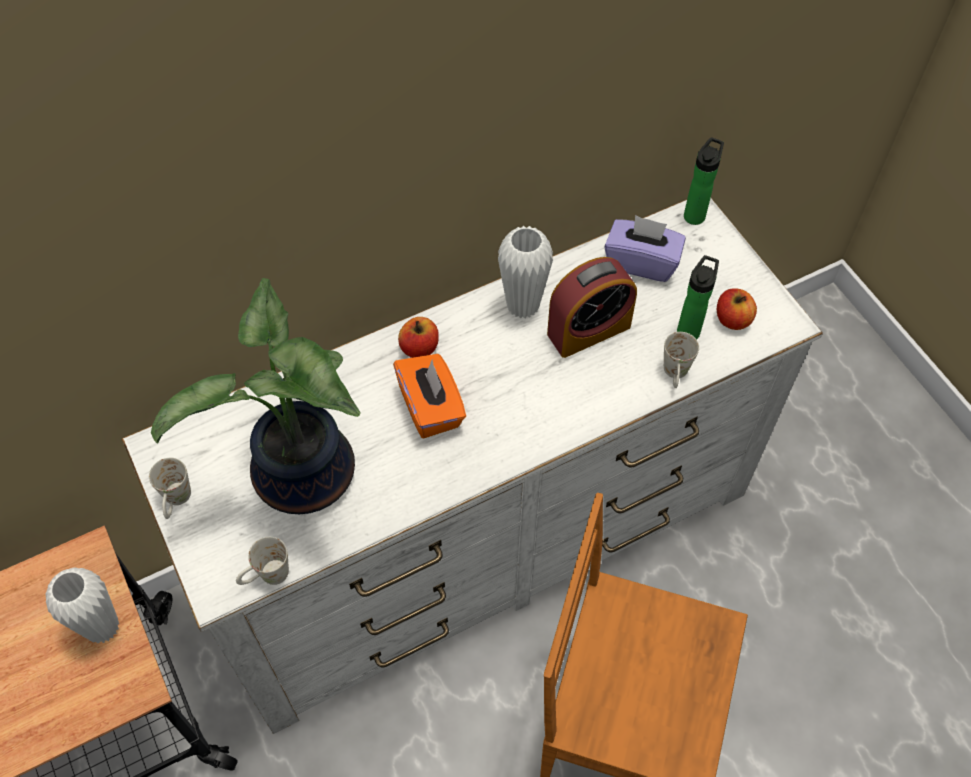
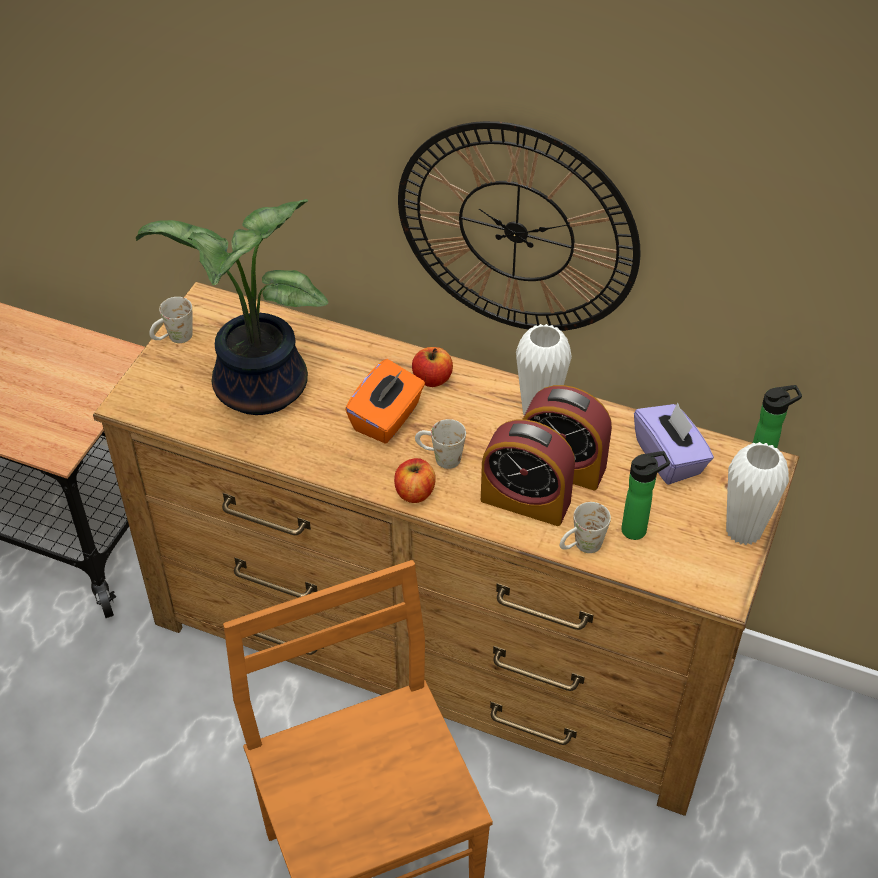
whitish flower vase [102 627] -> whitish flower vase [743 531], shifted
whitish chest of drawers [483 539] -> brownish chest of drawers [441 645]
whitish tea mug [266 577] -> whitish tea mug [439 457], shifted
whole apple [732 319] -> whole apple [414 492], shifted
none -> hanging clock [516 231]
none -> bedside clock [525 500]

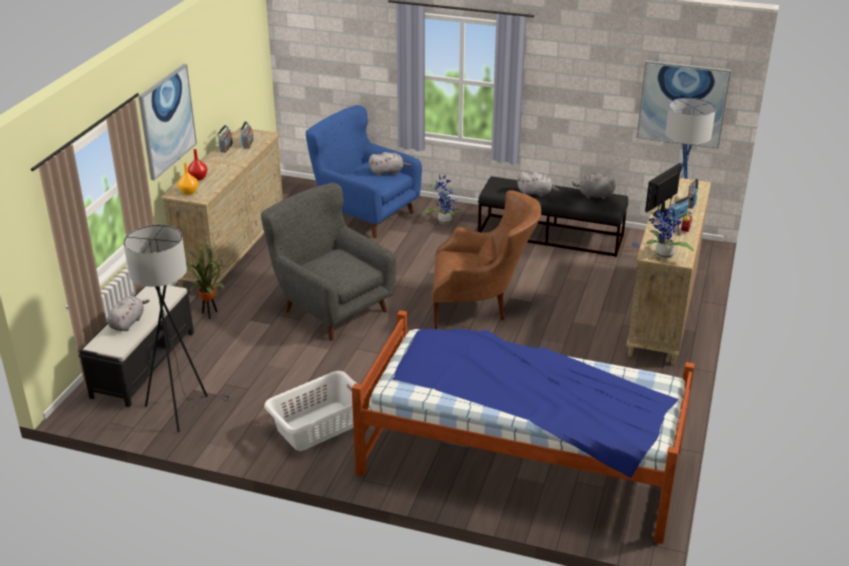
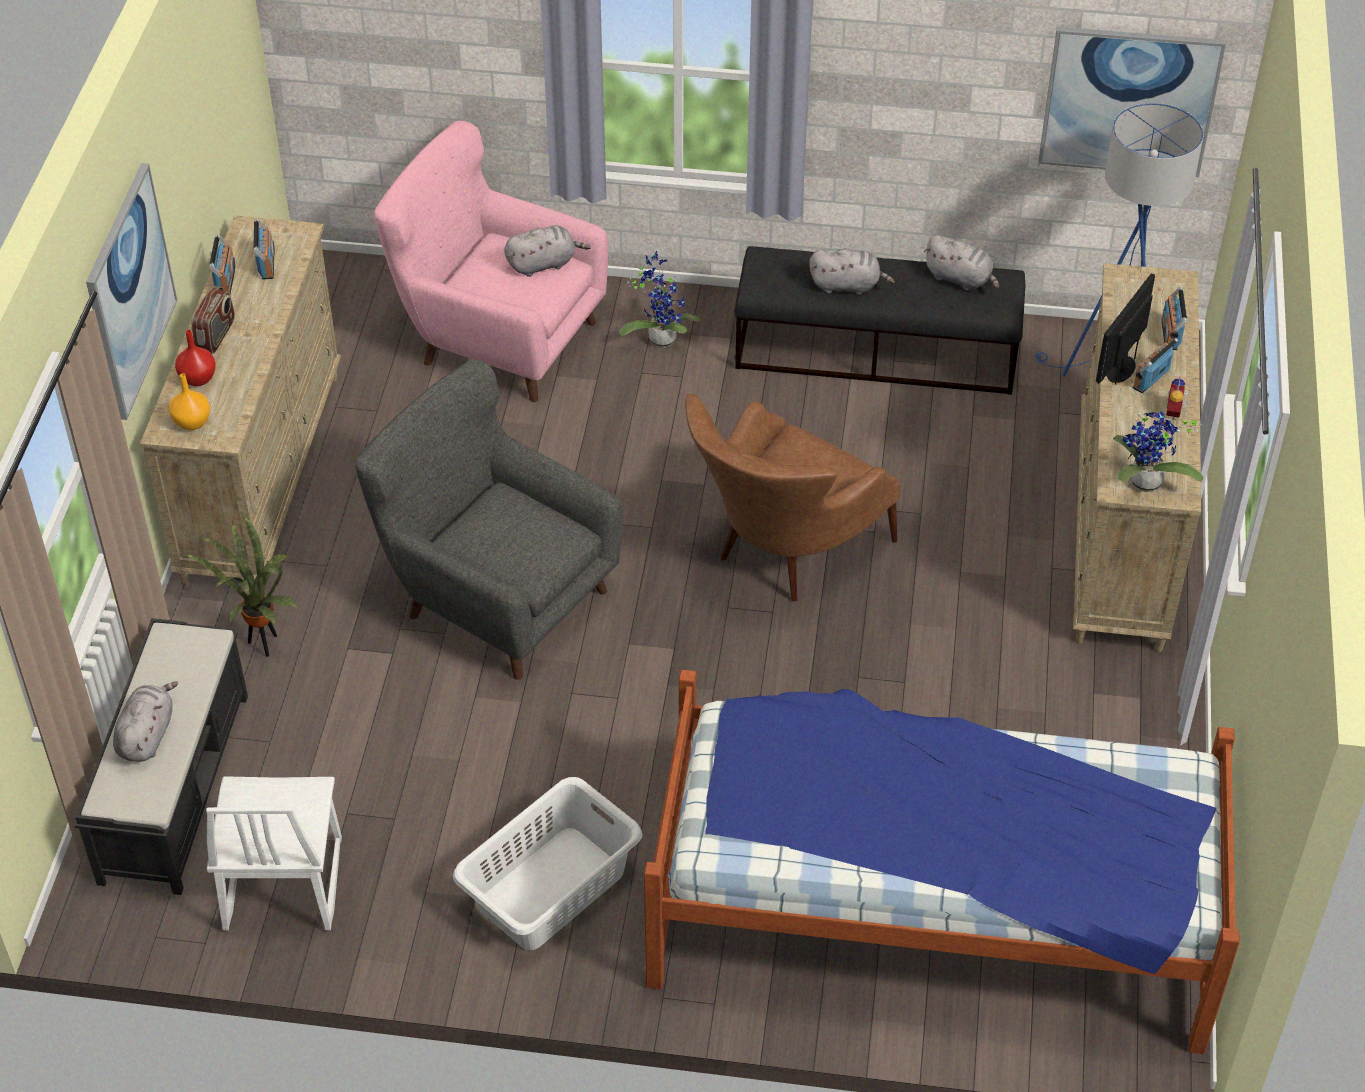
grey floor lamp [181 408] -> whitish chair [281 884]
blue armchair [365 213] -> pink armchair [500 337]
brownish armchair [481 306] -> brownish armchair [782 555], 135 degrees clockwise
grey cuddly toy [594 195] -> grey cuddly toy [960 279], 150 degrees counterclockwise
none -> radio set [216 335]

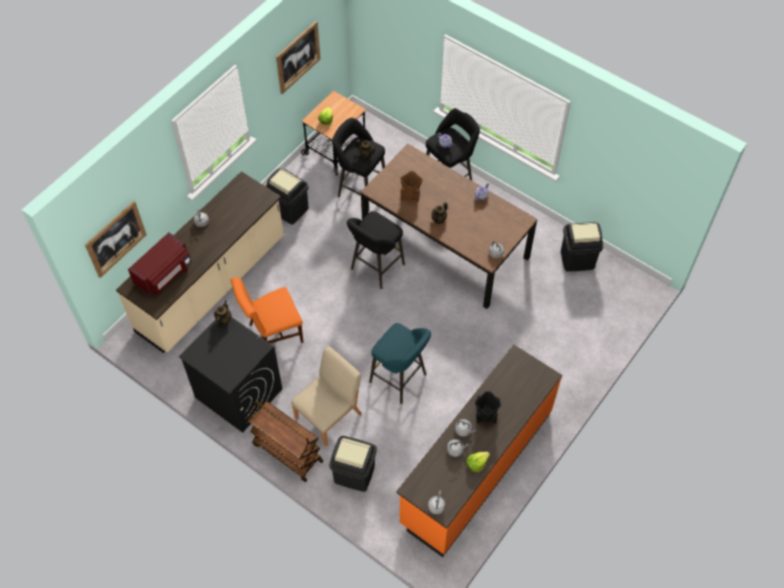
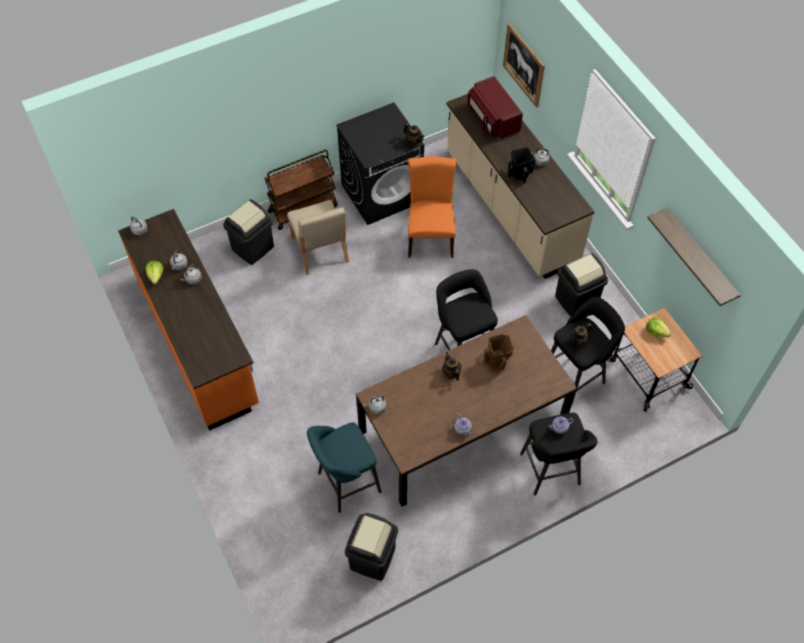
wall art [298 57] -> shelf [699 257]
turquoise-coloured stool seat [400 380] -> turquoise-coloured stool seat [345 484], shifted
blackish flower vase [485 415] -> blackish flower vase [520 174], shifted

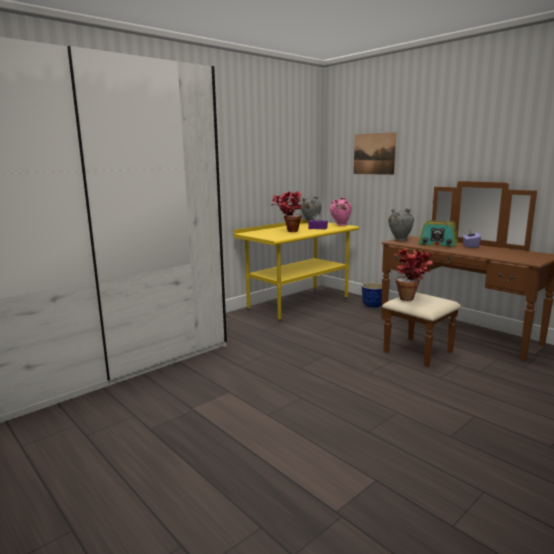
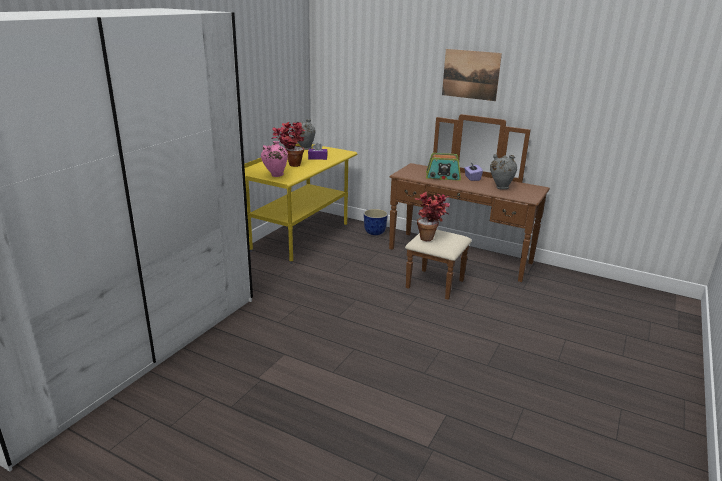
pink flower vase [340 225] -> pink flower vase [275 175], shifted
wall art [374 154] -> wall art [470 74], shifted
grey flower vase [399 240] -> grey flower vase [500 187], shifted

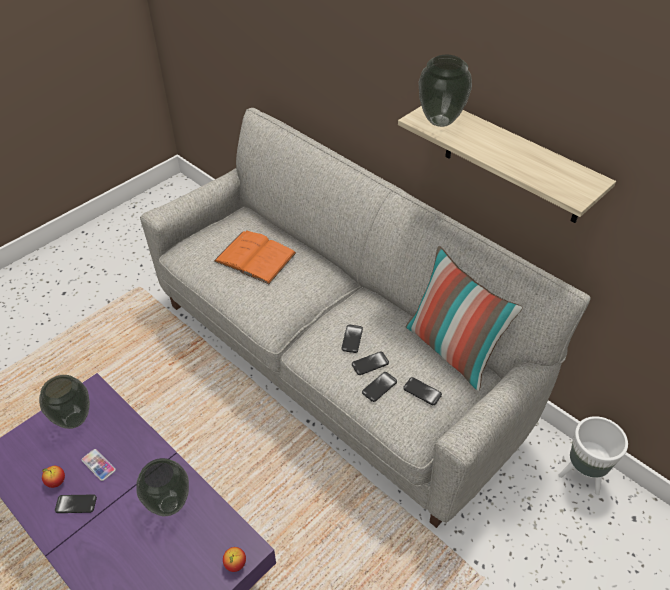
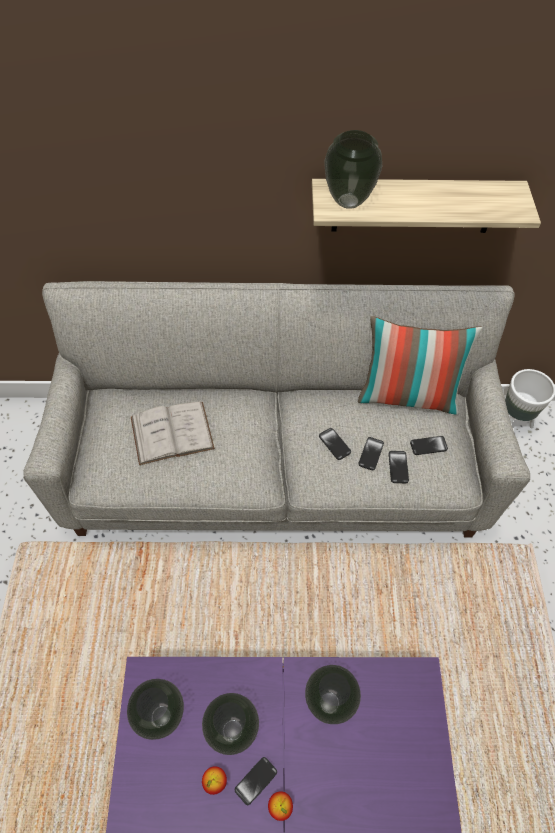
handset [98 465] -> flower vase [233 731]
orange-coloured book [255 257] -> whitish book [172 432]
whole apple [235 564] -> whole apple [280 806], shifted

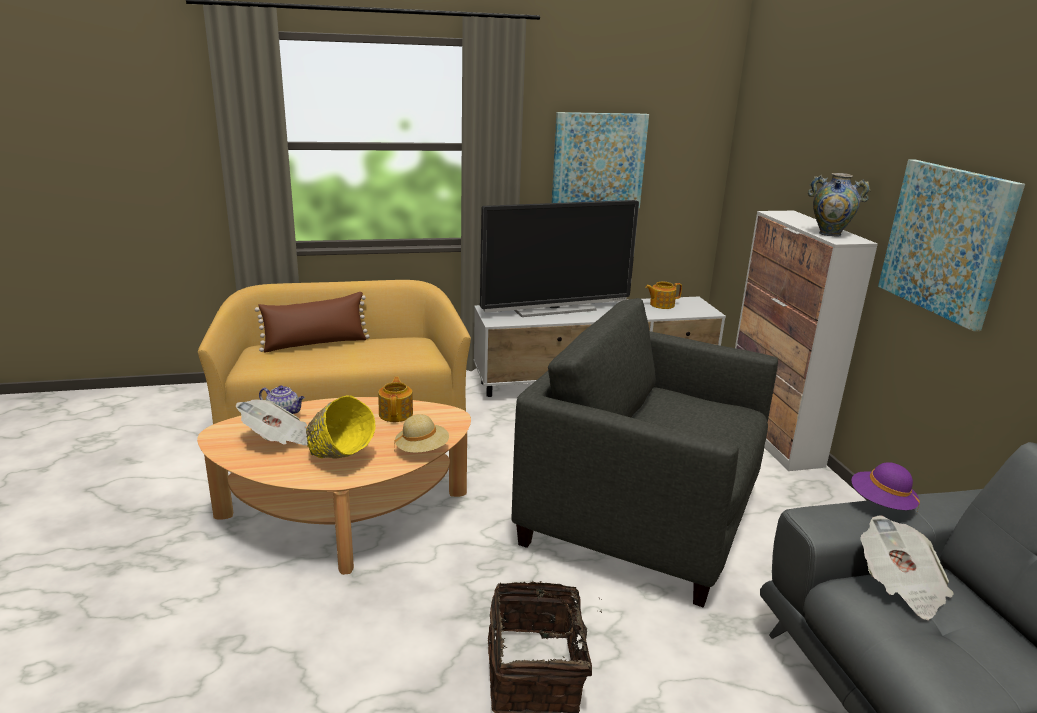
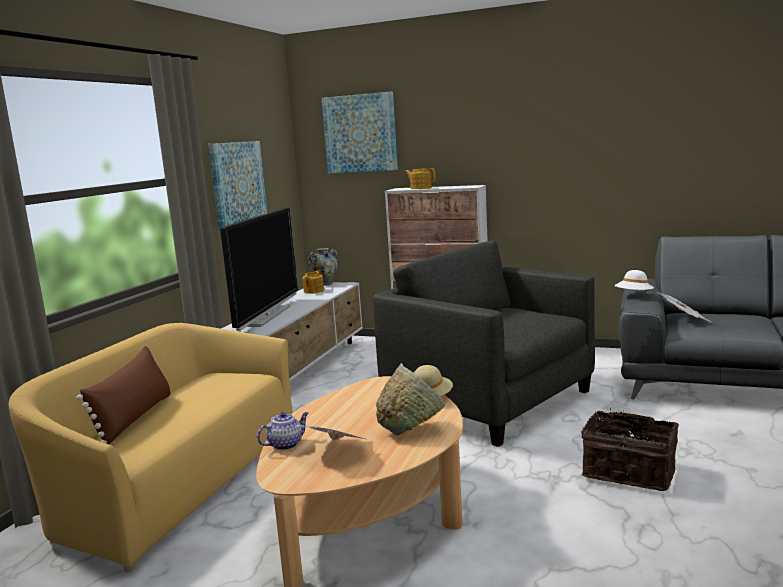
yellow deep dish [341 460] -> greenish deep dish [411 429]
tea pot [396 414] -> tea pot [420 188], shifted
grey armchair [642 516] -> grey armchair [490 400], 75 degrees clockwise
flower vase [830 234] -> flower vase [326 284], shifted
purple clothing hat [881 504] -> whitish clothing hat [634 295]
wall art [946 241] -> wall art [360 133], shifted

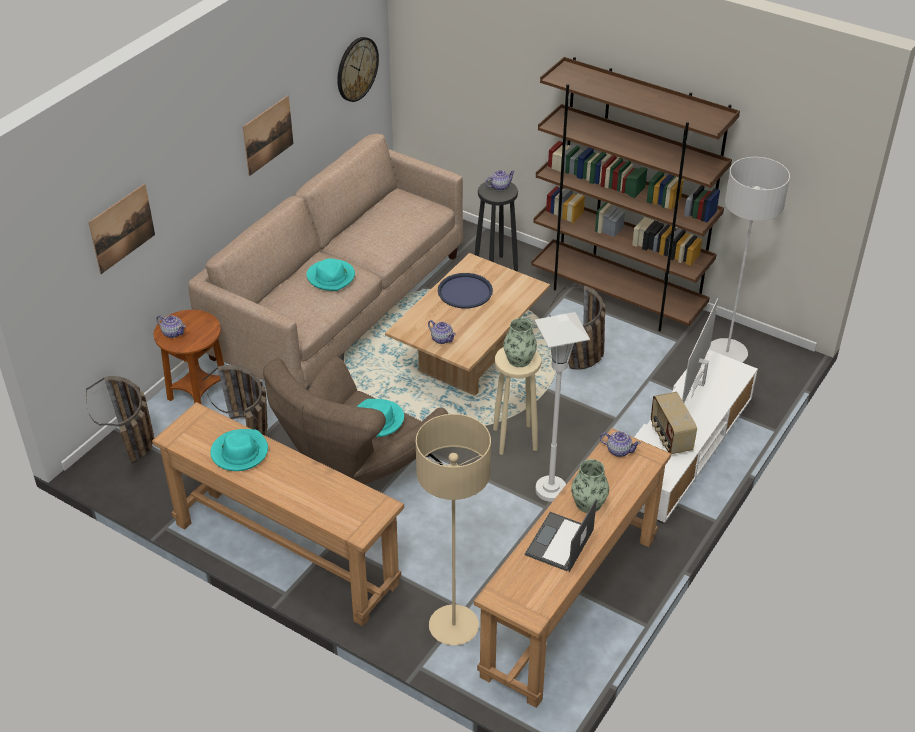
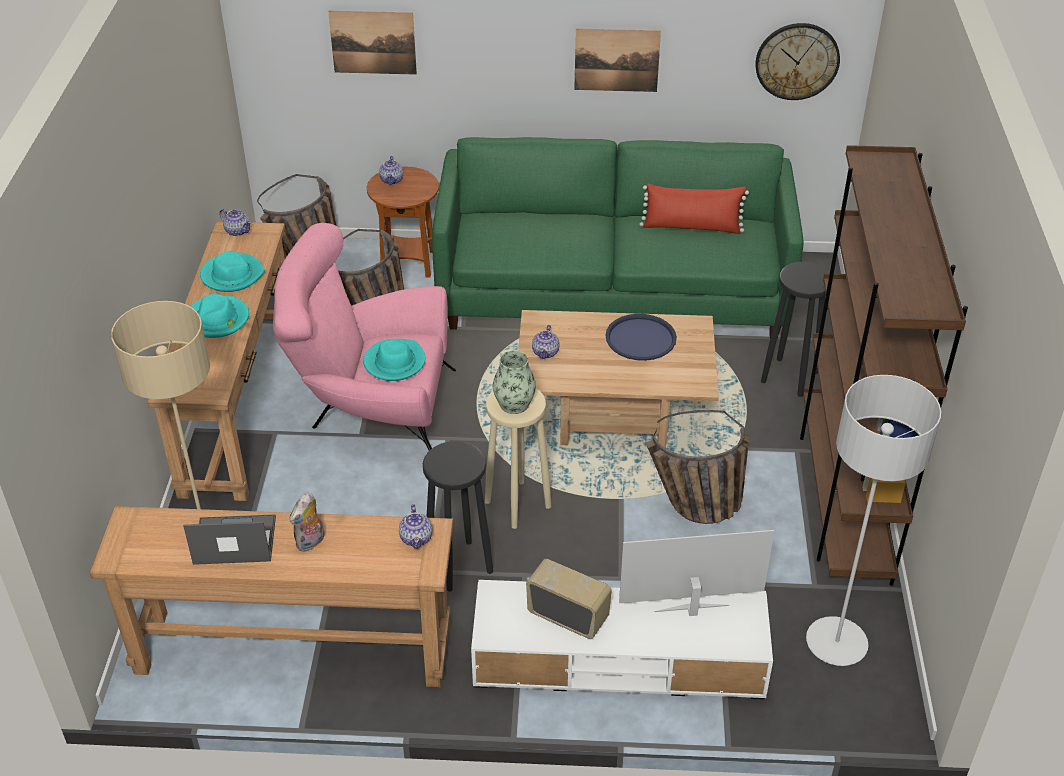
beige-coloured settee [338 306] -> greenish settee [613 292]
brownish armchair [358 478] -> pink armchair [372 411]
turquoise-coloured clothing hat [331 277] -> turquoise-coloured clothing hat [217 320], shifted
tea pot [499 187] -> tea pot [237 231], shifted
whitish floor lamp [550 490] -> blackish stool seat [459 564]
flower vase [588 503] -> cuddly toy [311 542]
radio set [670 437] -> radio set [568 616], 75 degrees clockwise
none -> reddish pillow [692 227]

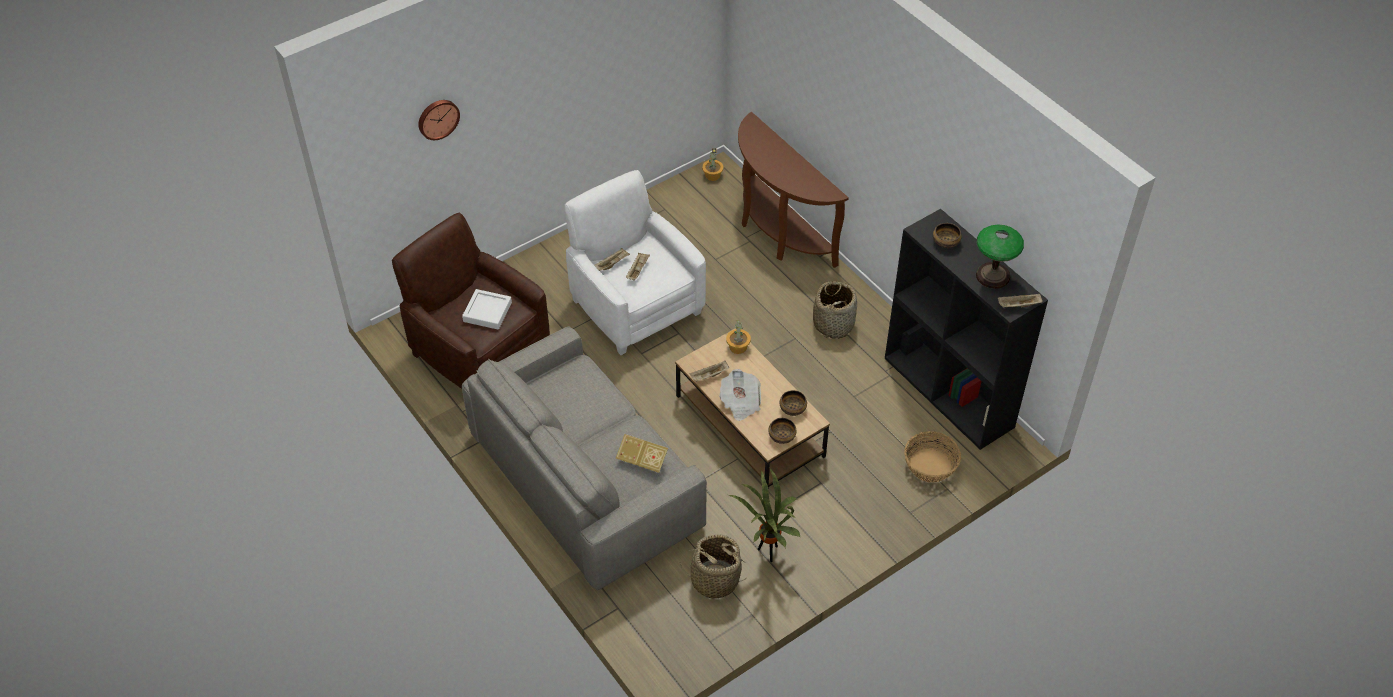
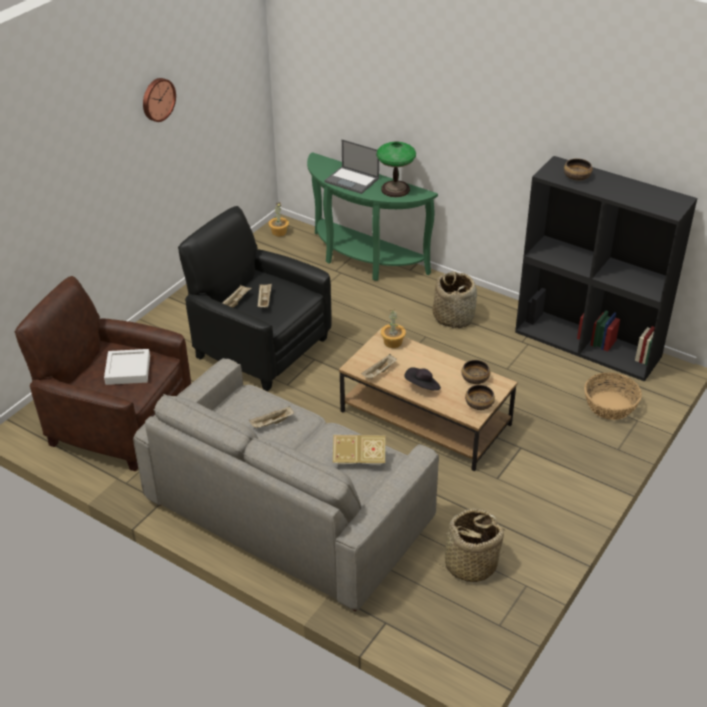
hanging clock [437 118] -> hanging clock [157 99], shifted
whitish armchair [635 305] -> blackish armchair [260 347]
newspaper [740 403] -> blackish clothing hat [422 387]
plant in a pot [768 553] -> none
brownish narrow table [778 232] -> greenish narrow table [362 260]
table lamp [993 275] -> table lamp [395 189], shifted
beige-coloured serving tray [1018 306] -> beige-coloured serving tray [272 423], shifted
none -> laptop [352 180]

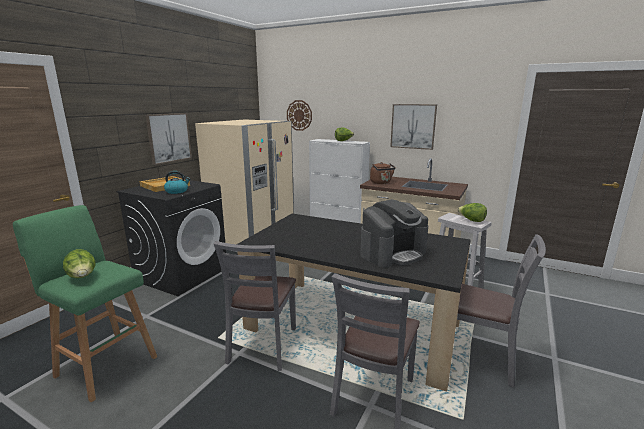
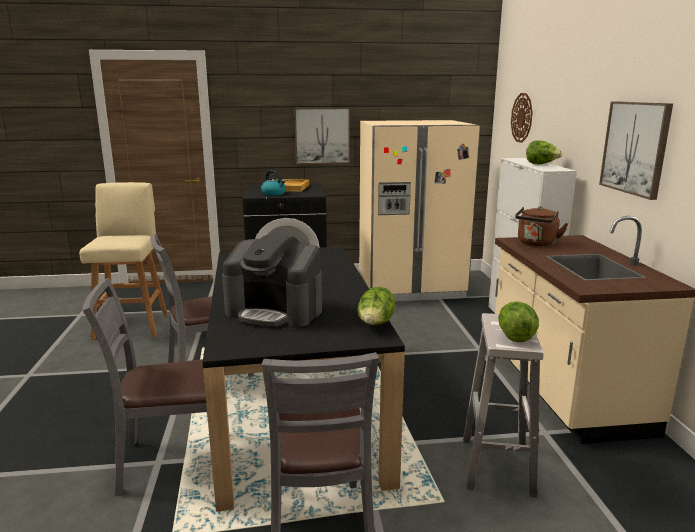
greenish stool seat [105 365] -> beige-coloured stool seat [132 325]
lettuce head [82 277] -> lettuce head [375 325], shifted

